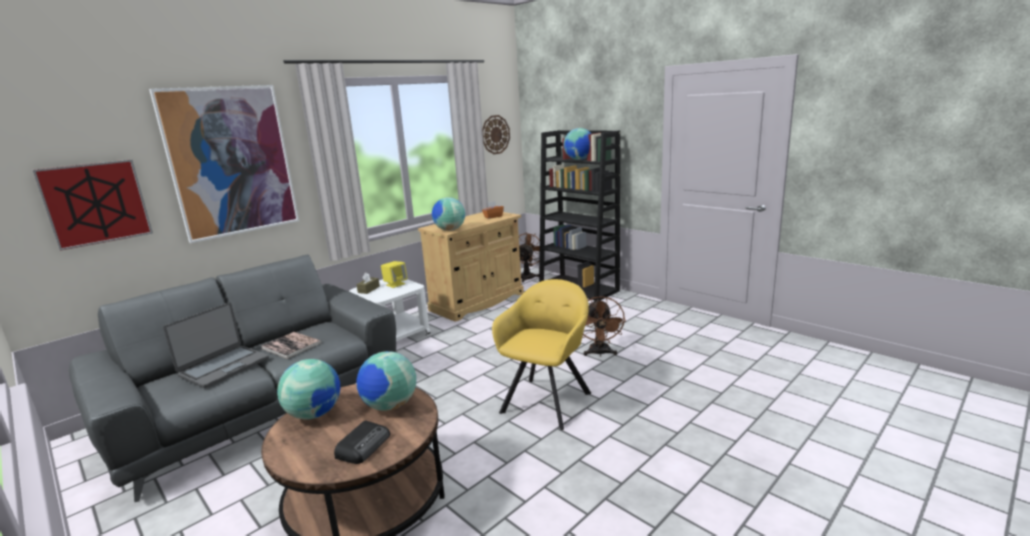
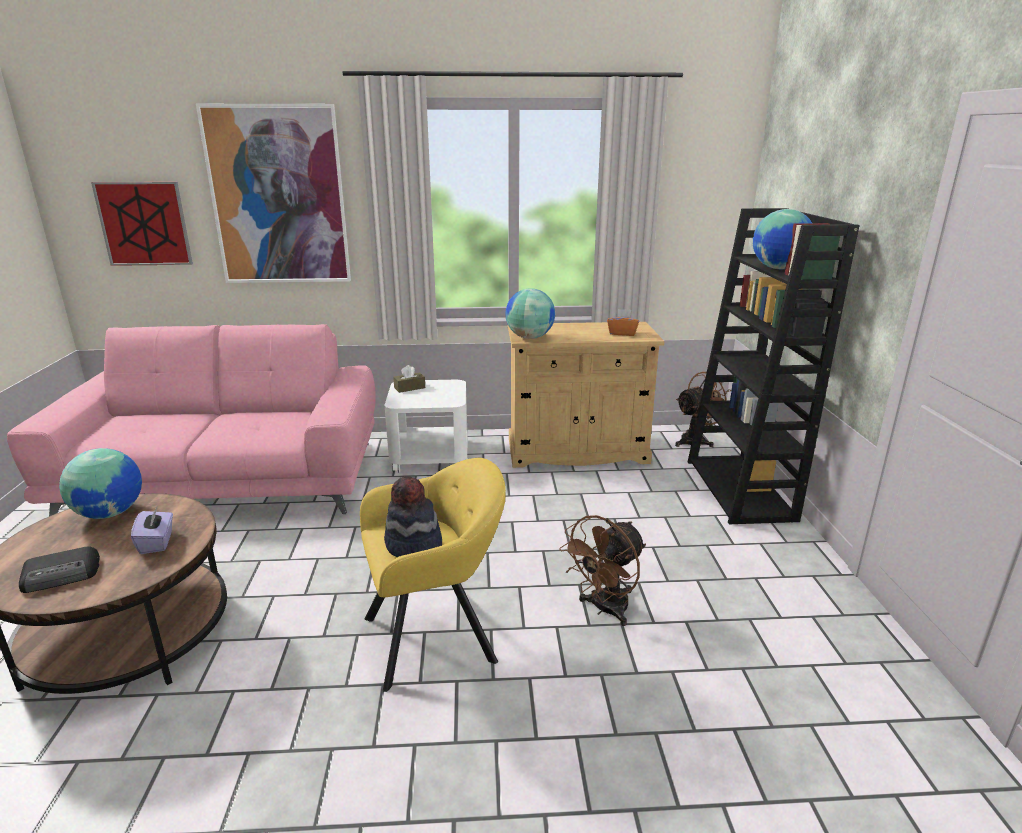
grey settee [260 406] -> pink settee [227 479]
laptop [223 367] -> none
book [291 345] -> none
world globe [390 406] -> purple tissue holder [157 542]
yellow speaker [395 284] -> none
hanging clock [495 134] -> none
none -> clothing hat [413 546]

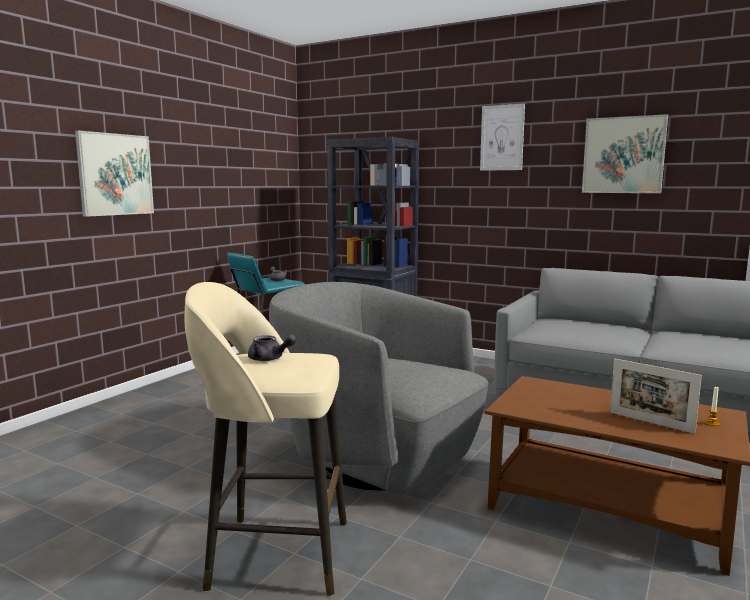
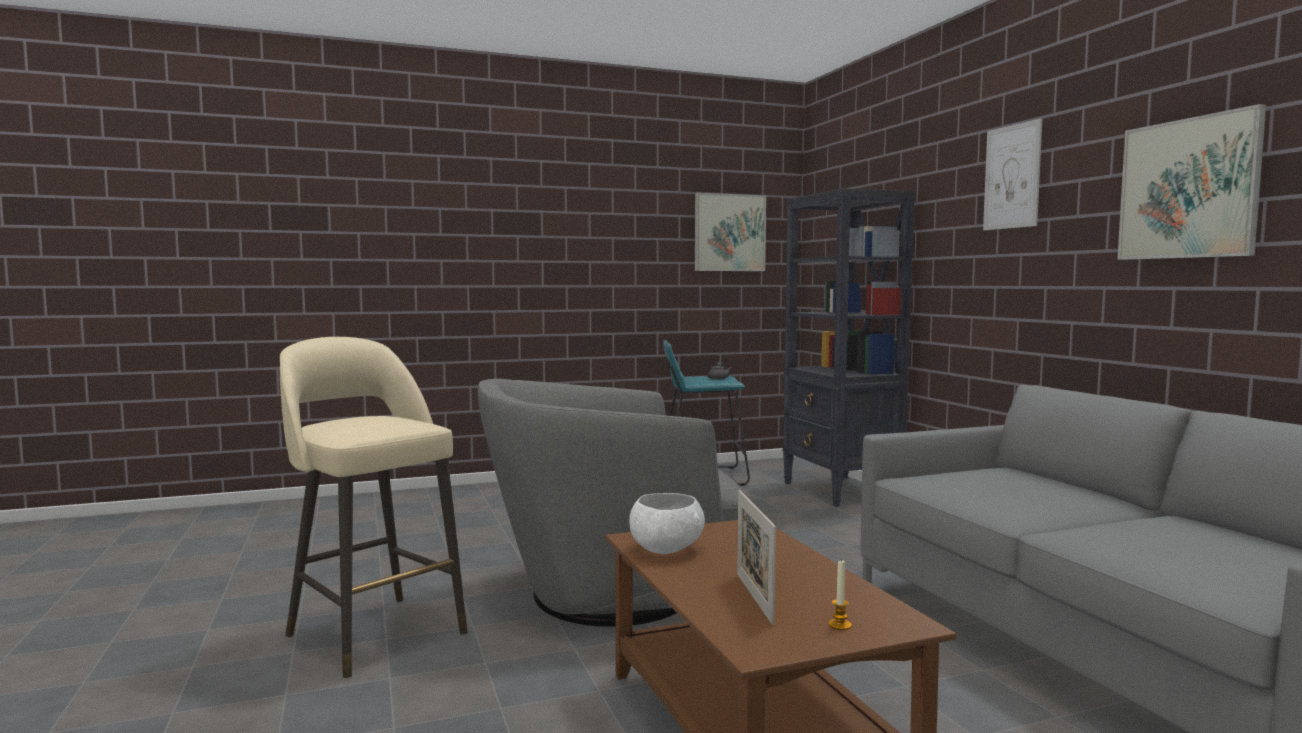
wall art [115 174] -> wall art [729 233], shifted
grey tea pot [270 359] -> none
grey armchair [377 458] -> grey armchair [609 593], 90 degrees counterclockwise
none -> whitish deep dish [667 549]

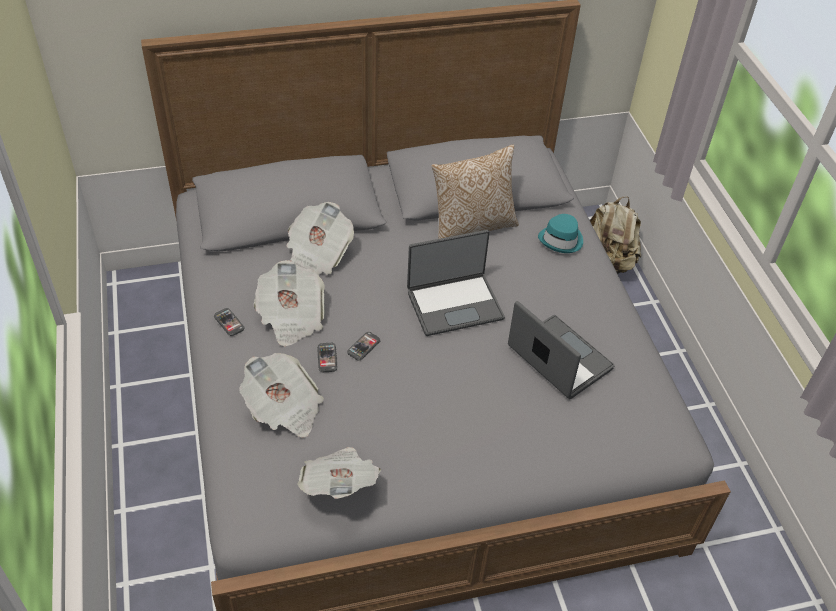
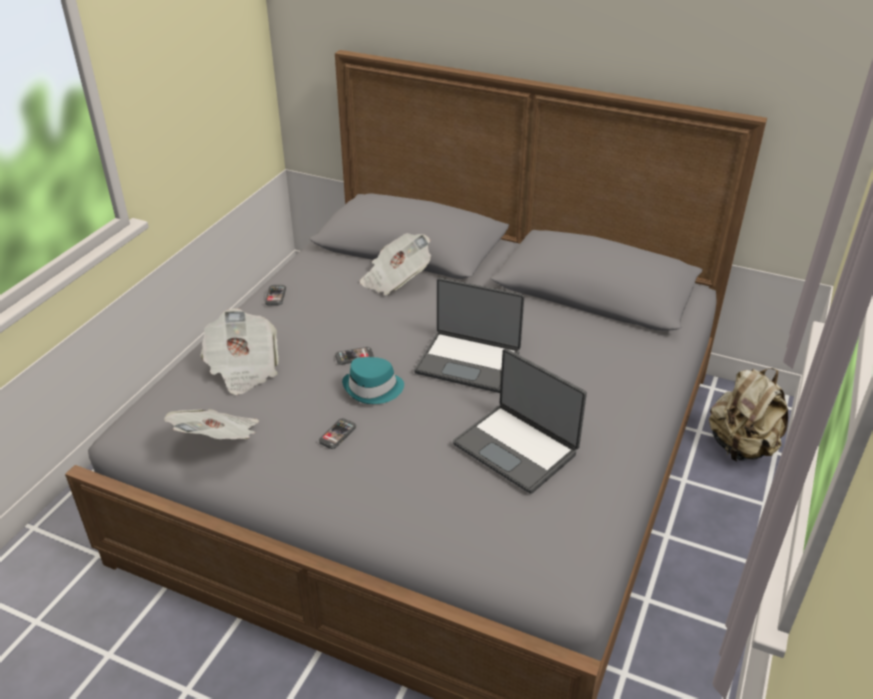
newspaper [291 317] -> none
handset [327 358] -> handset [337 434], shifted
pillow [472 226] -> none
laptop [558 359] -> laptop [517 448], 135 degrees clockwise
turquoise-coloured clothing hat [561 240] -> turquoise-coloured clothing hat [373 389], shifted

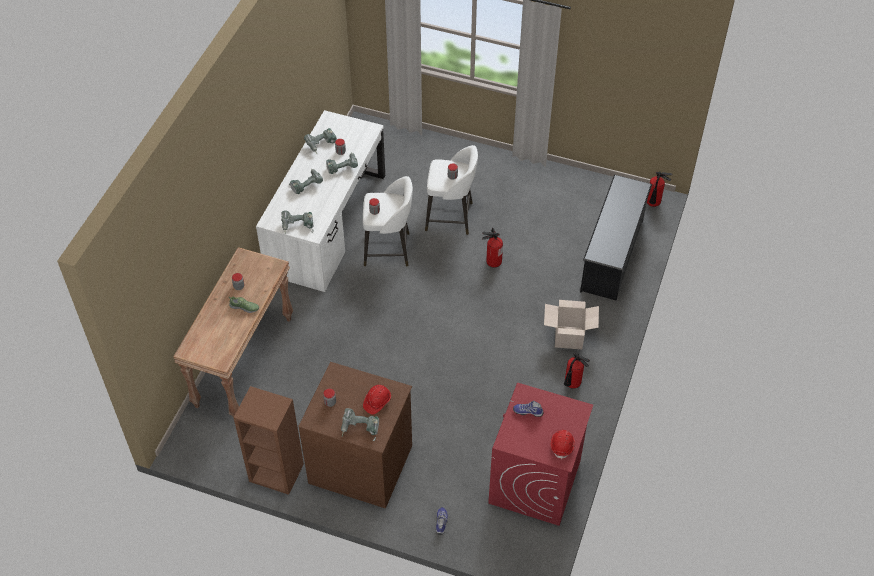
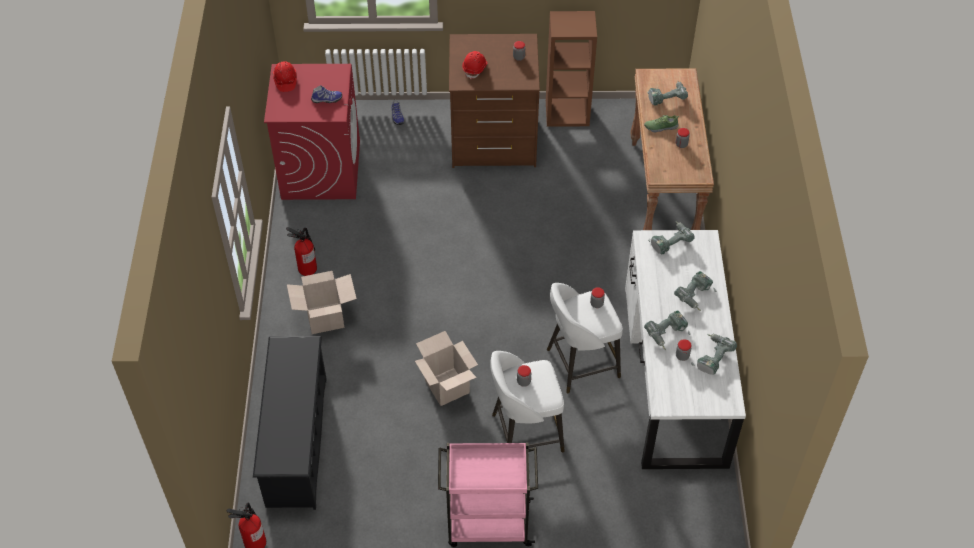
electric drill [360 429] -> electric drill [666 98], shifted
fire-fighting cylinder [492 261] -> packing box [447 386]
none -> pink trolley [487 523]

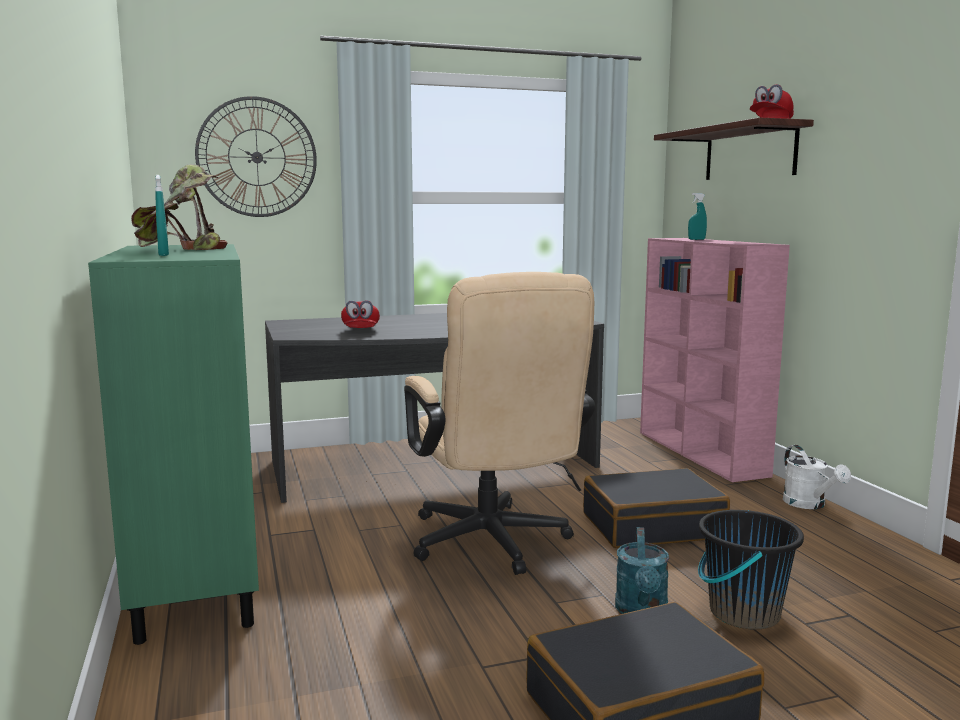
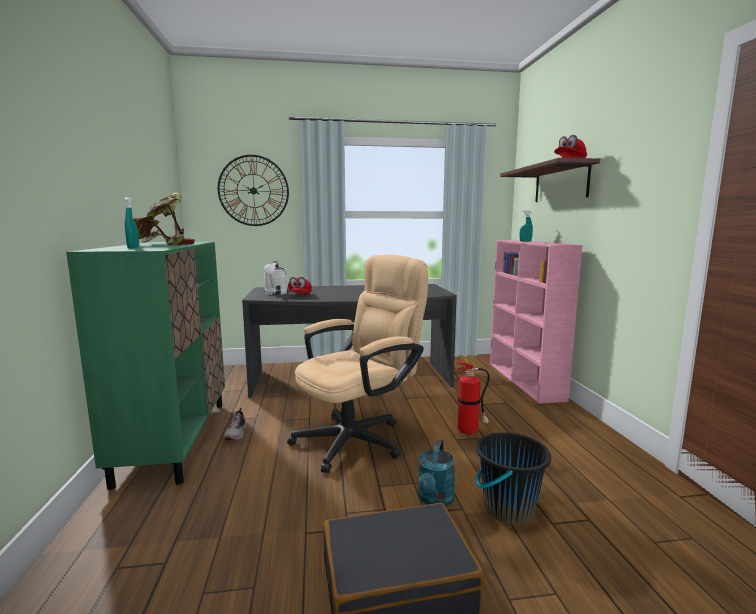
beige-coloured office chair [493 545] -> beige-coloured office chair [359 438], 120 degrees counterclockwise
blackish suitcase [652 525] -> fire-fighting cylinder [470 432]
whitish sprinkling can [809 505] -> whitish sprinkling can [275 293], shifted
none -> shoe [236 433]

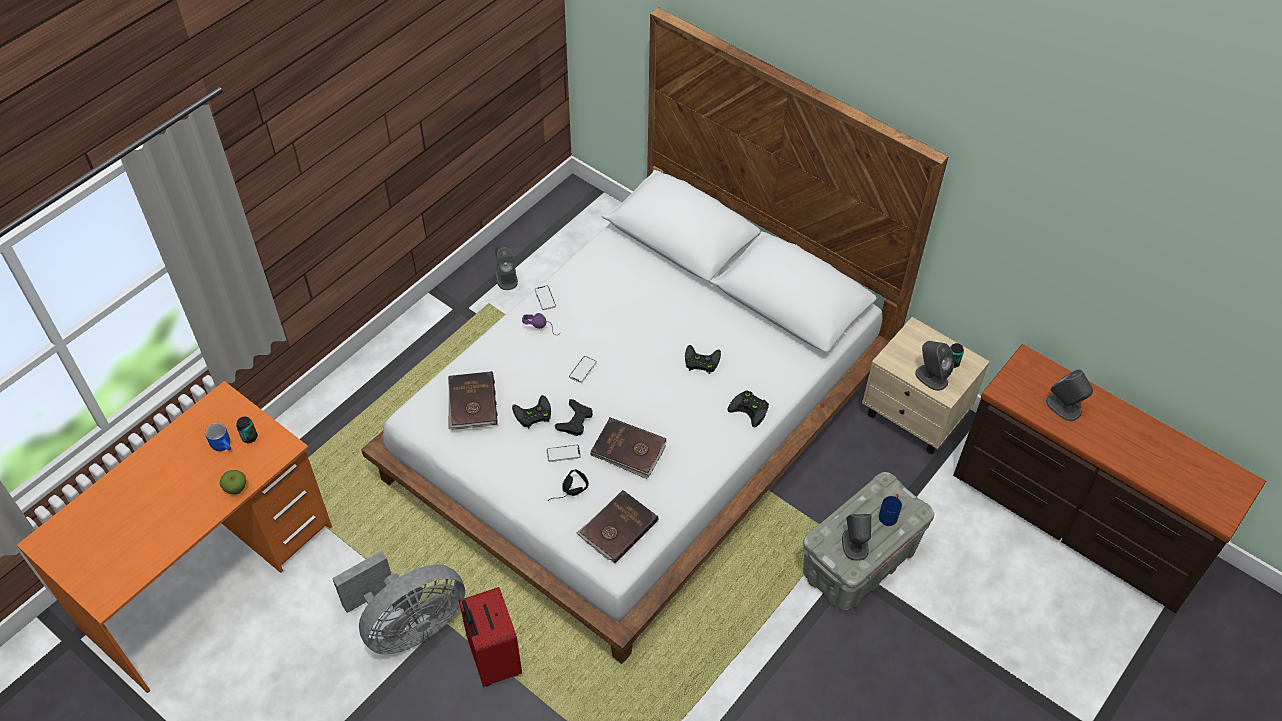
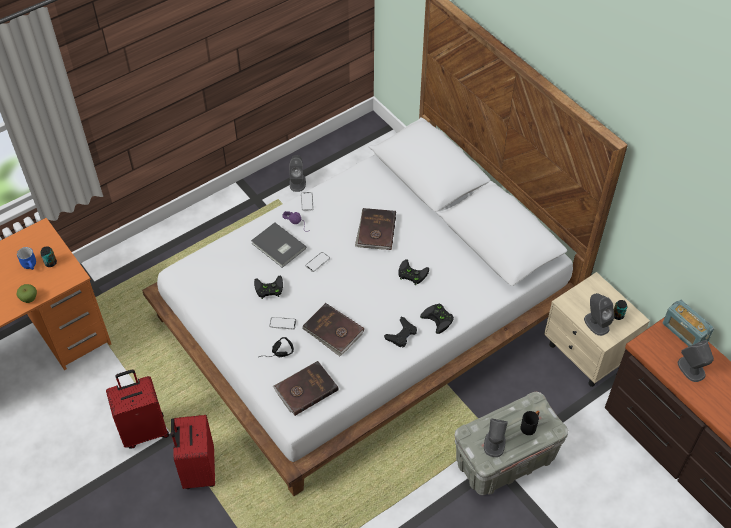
grey fan [409 626] -> reddish suitcase [144 430]
brownish book [471 403] -> brownish book [375 231], shifted
blackish joypad [575 421] -> blackish joypad [401 335], shifted
blue tea mug [889 514] -> blackish tea mug [530 426]
none -> grey book [278 247]
none -> radio set [684 333]

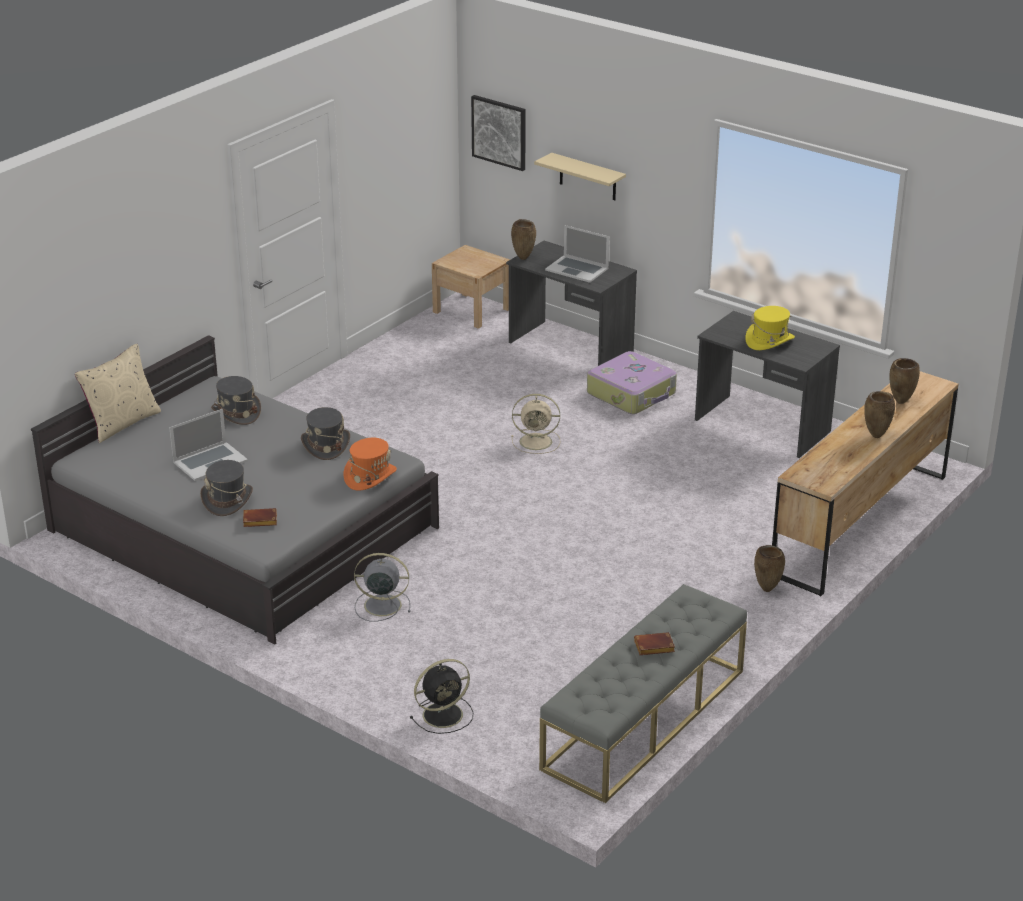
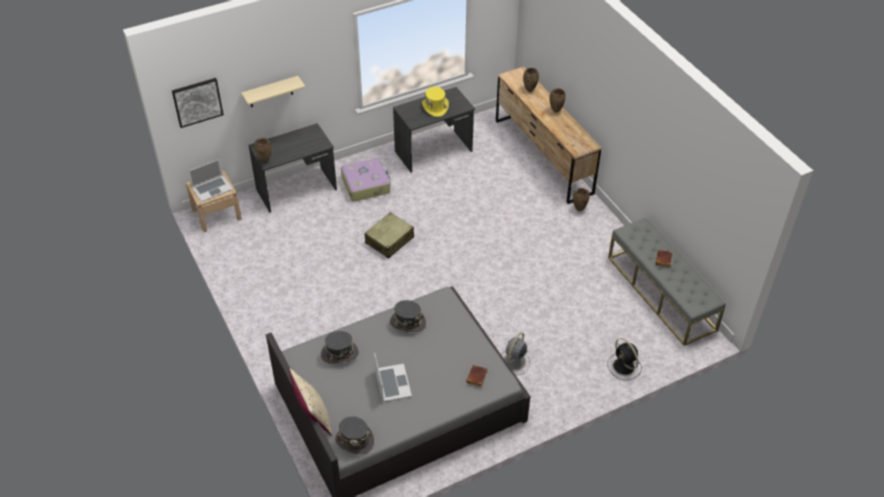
grey clothing hat [227 500] -> grey clothing hat [354 440], shifted
orange-coloured clothing hat [370 476] -> none
blackish fan [444 714] -> blackish fan [624 367], 150 degrees clockwise
beige-coloured fan [537 442] -> beige-coloured suitcase [389 240]
laptop [577 269] -> laptop [212 188], shifted

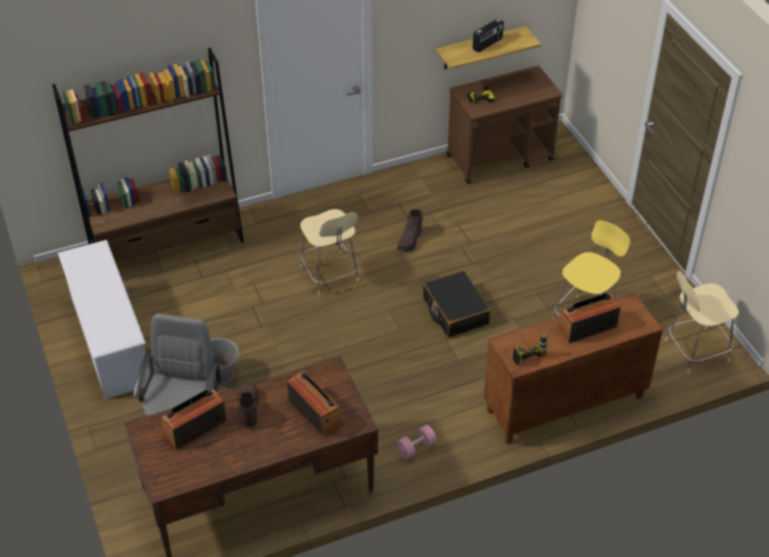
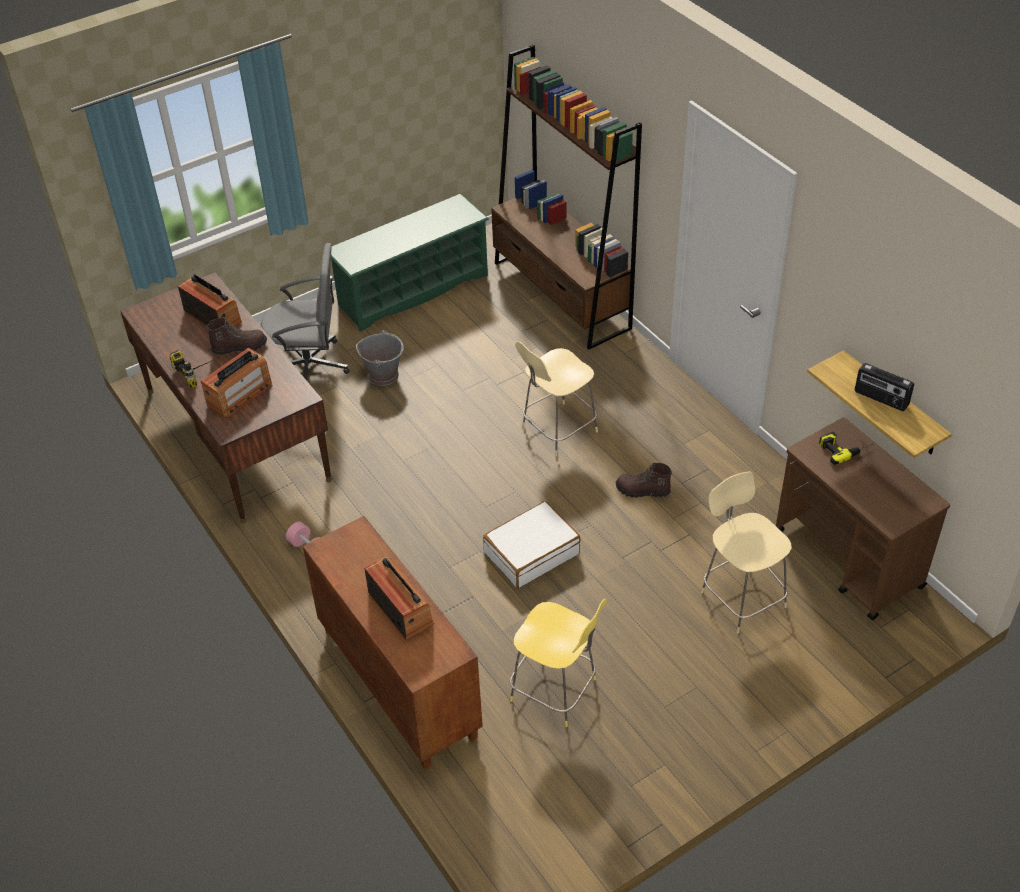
whitish shoe rack [110 342] -> greenish shoe rack [412 290]
blackish suitcase [455 311] -> whitish suitcase [531 553]
electric drill [524 350] -> electric drill [198 372], shifted
beige-coloured stool seat [694 351] -> beige-coloured stool seat [741 597], shifted

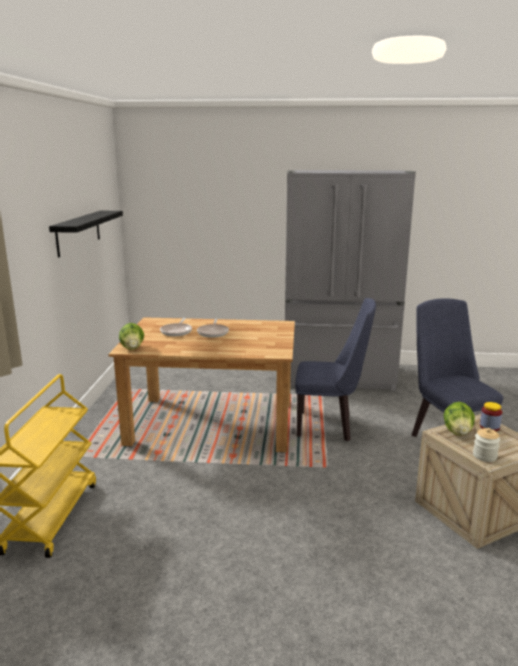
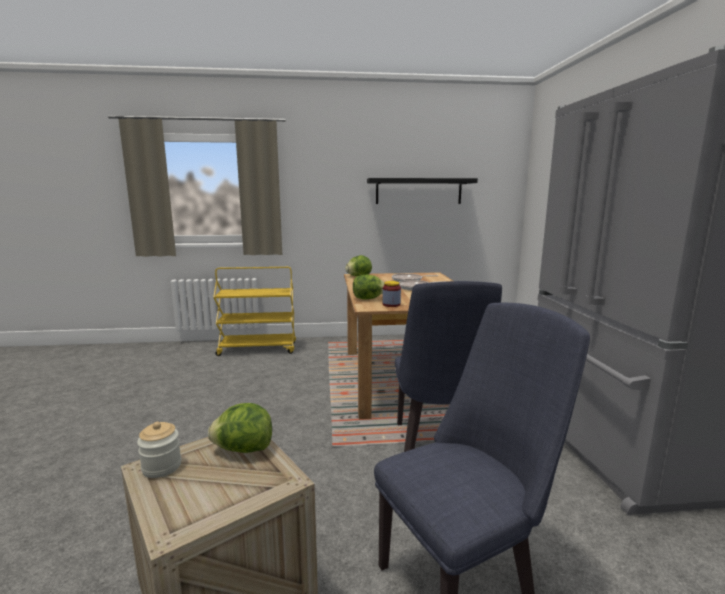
preserve jar [489 427] -> preserve jar [391 304], shifted
none -> lettuce head [368 299]

